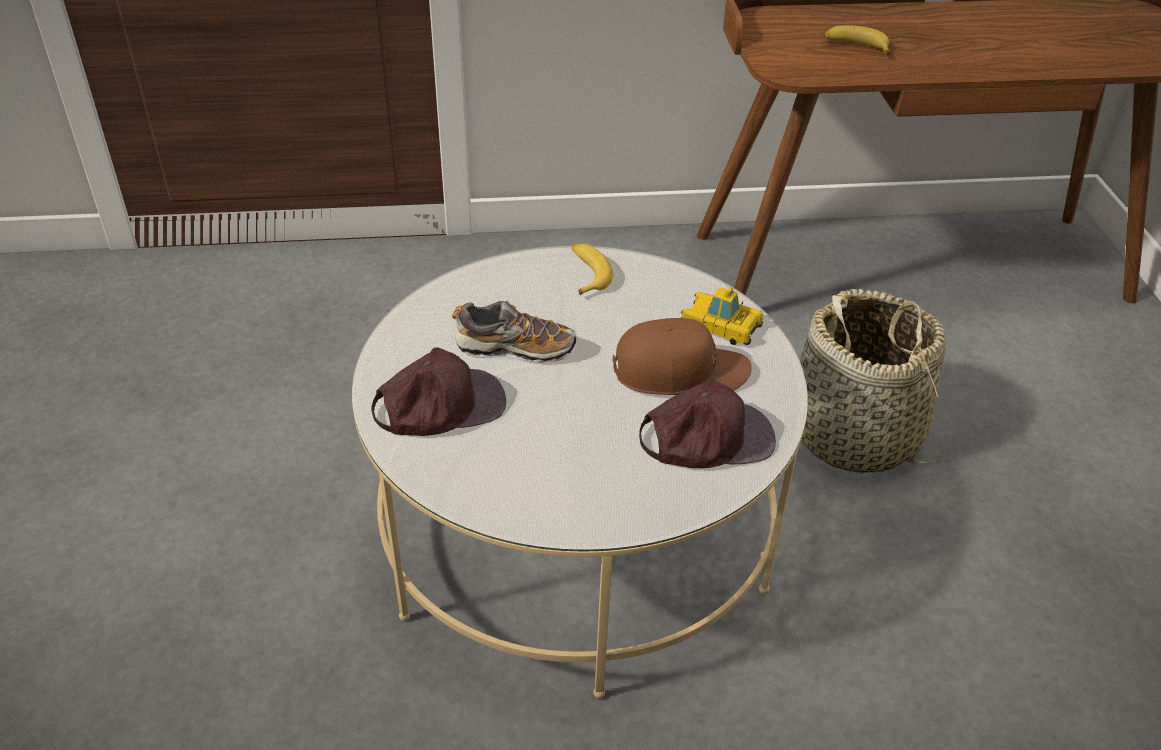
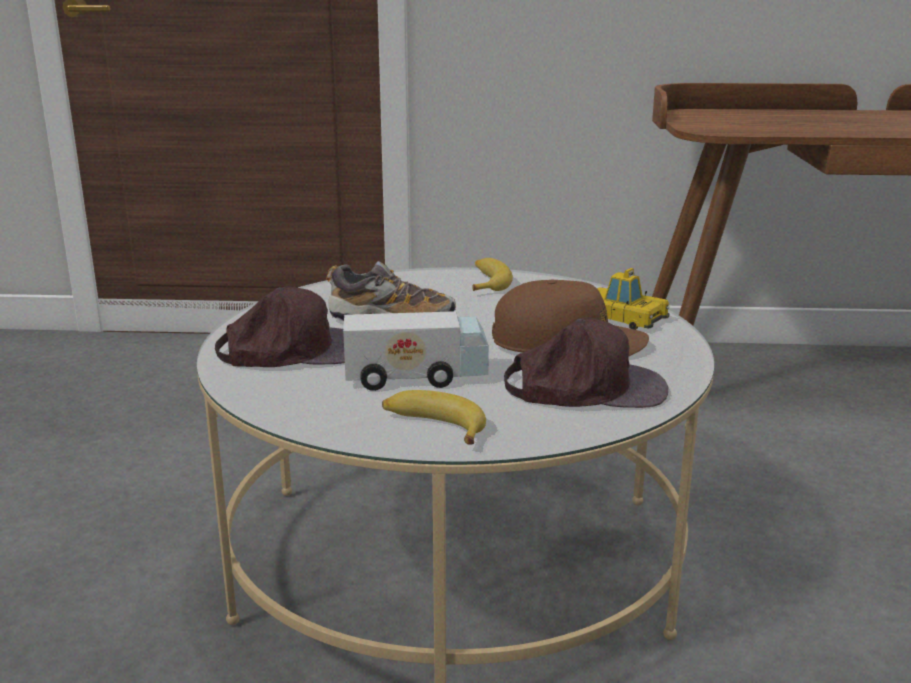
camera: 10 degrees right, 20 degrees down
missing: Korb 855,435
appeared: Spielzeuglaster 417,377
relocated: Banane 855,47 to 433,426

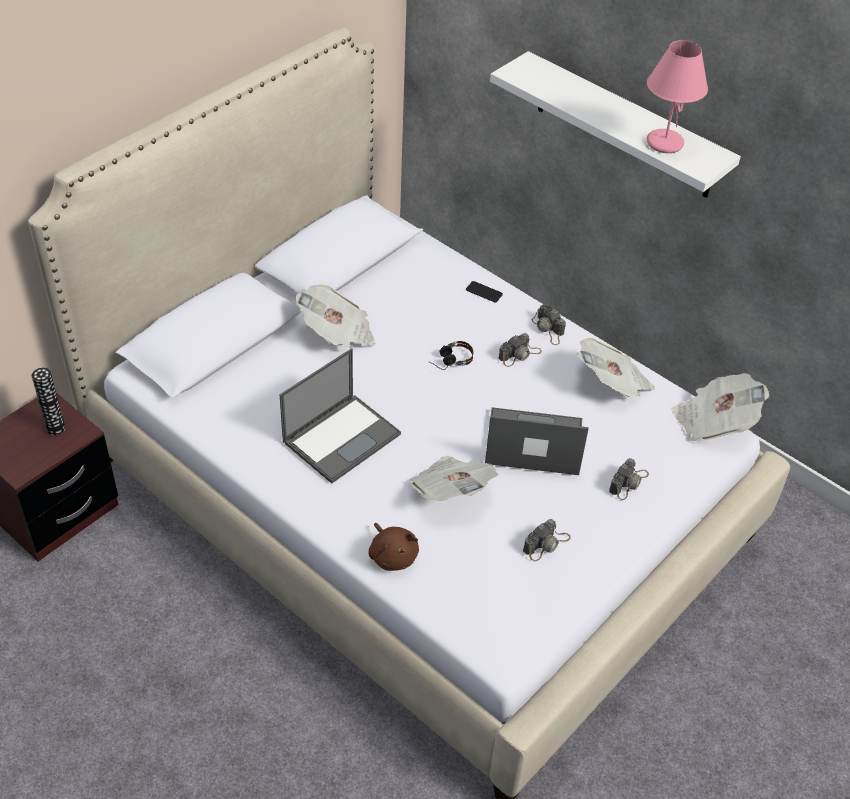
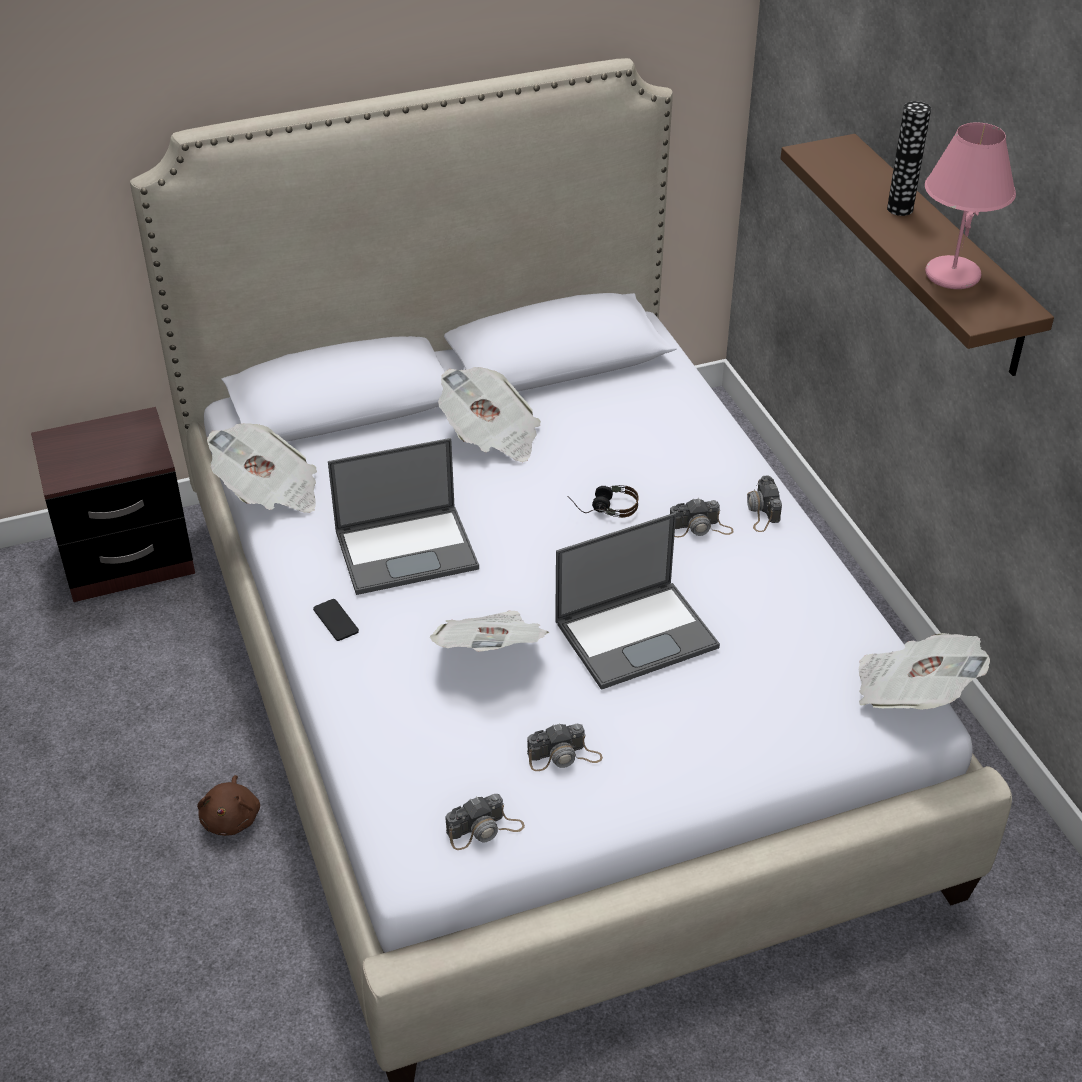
camera: 30 degrees right, 5 degrees down
relocated: Vase 56,428 to 900,209; Plüschtier/braun 392,555 to 232,818; Handy 484,292 to 336,620; Zeitung 613,384 to 269,492; Kamera 628,482 to 485,829
colour: Wandregal/weiß 624,126 to Wandregal/braun 939,255
spun: Laptop 532,442 = 637,633 120 degrees clockwise

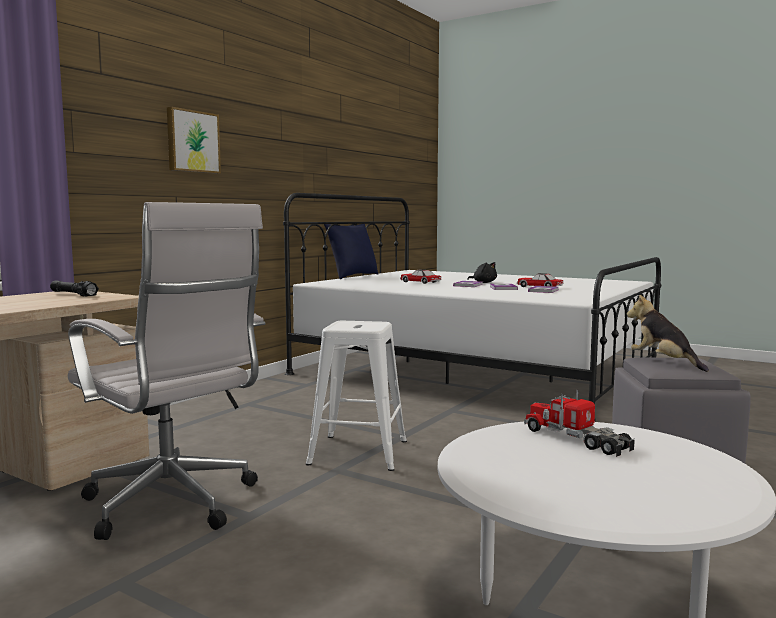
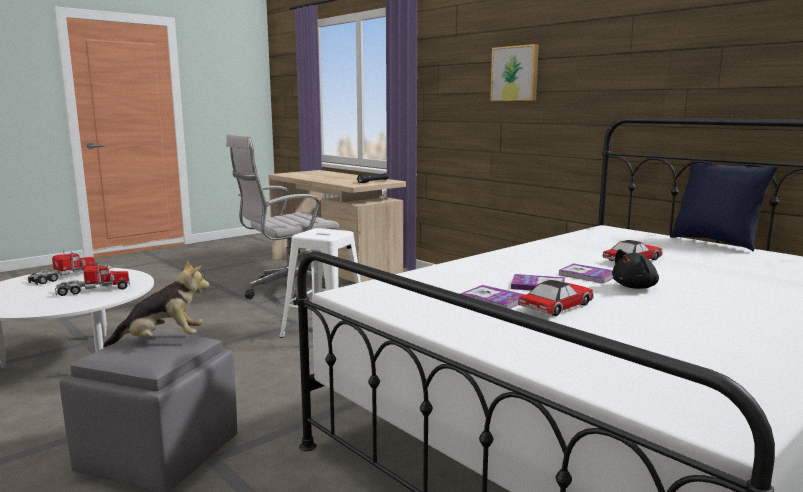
camera: 105 degrees right, 5 degrees up
appeared: Spielzeuglaster 64,277

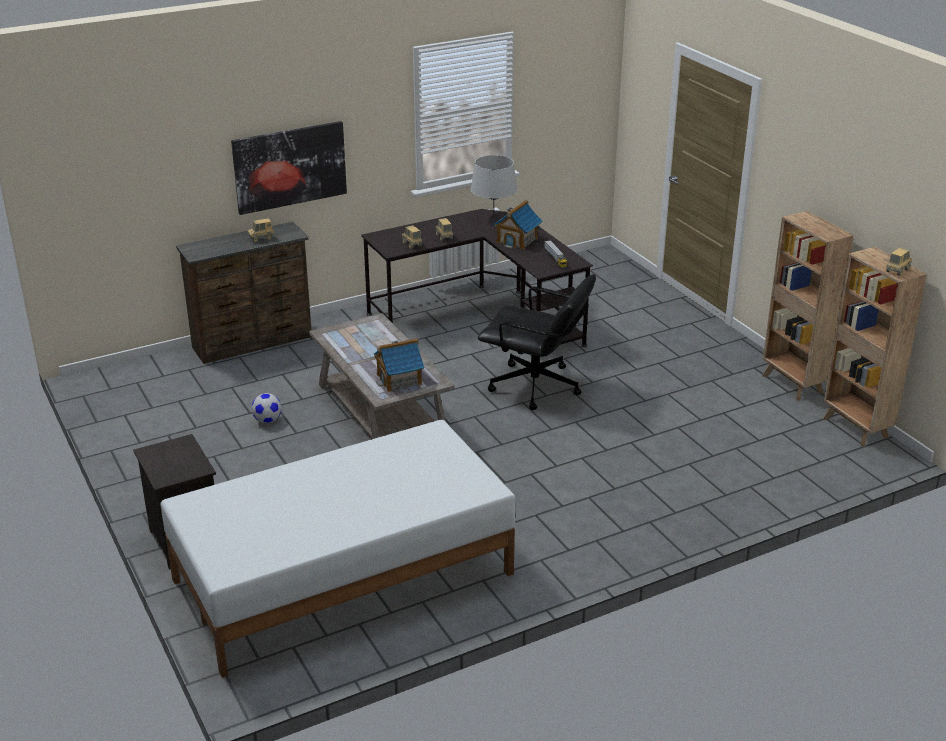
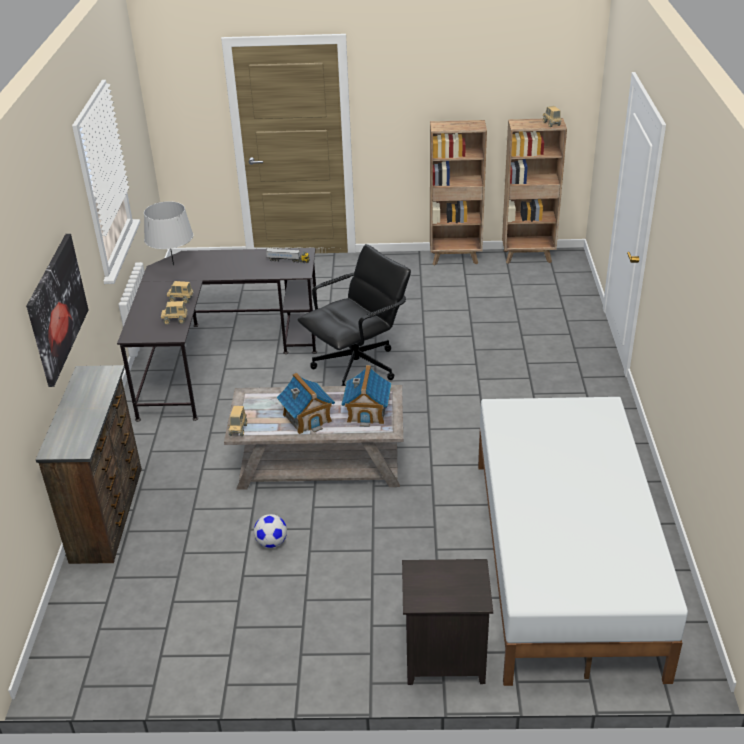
camera: 60 degrees left, 5 degrees up
relocated: Spielzeuglaster 261,239 to 238,429; Spielzeughaus 517,240 to 307,418

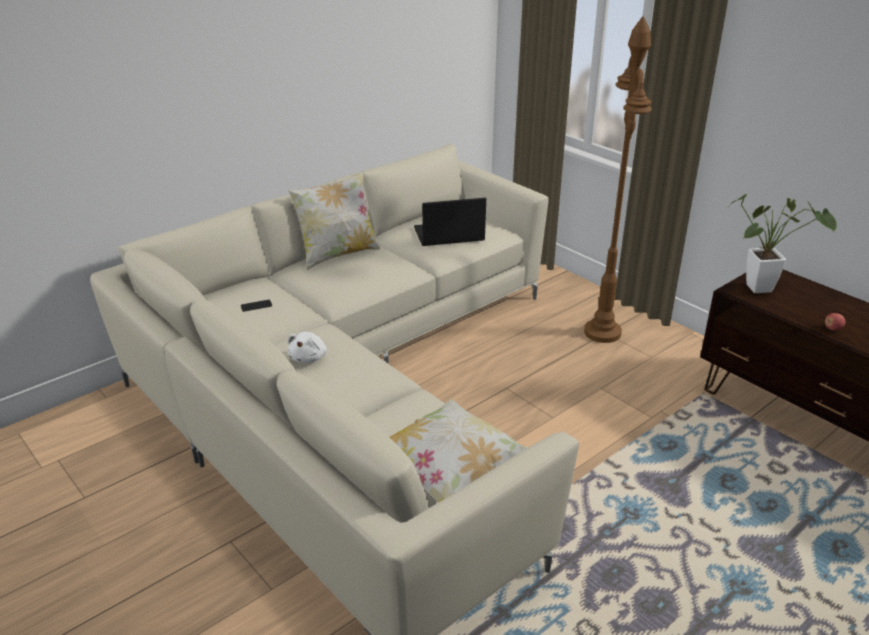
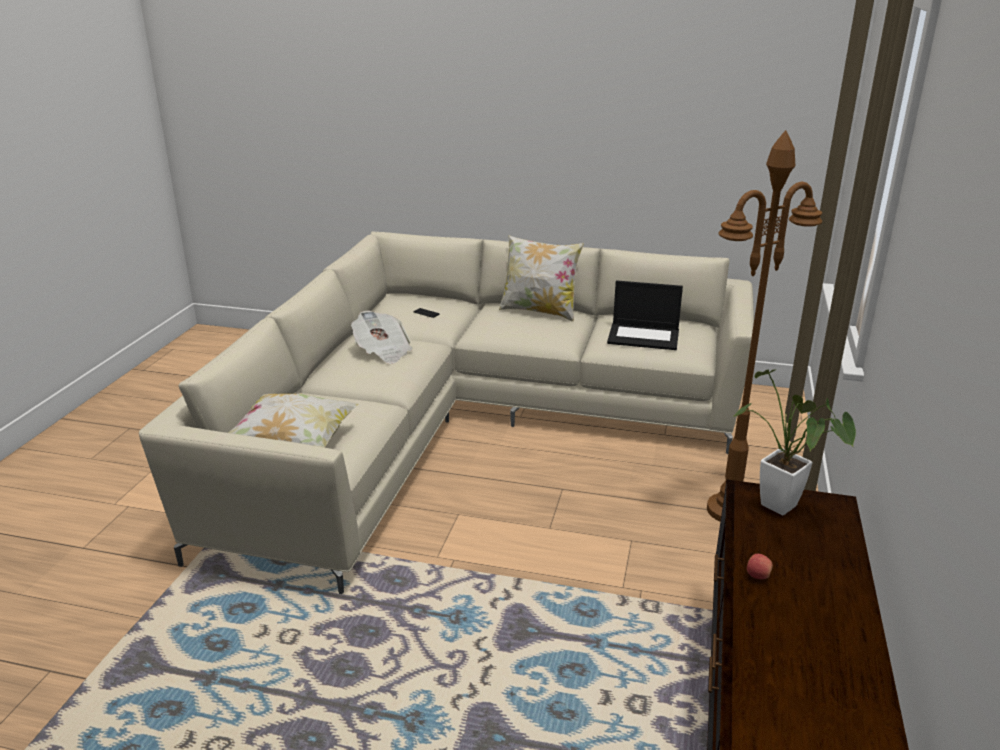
camera: 55 degrees right, 5 degrees down
exchanged: Plüschtier/weiß 309,358 to Zeitung 383,351
spun: Laptop 448,234 = 644,336 150 degrees clockwise

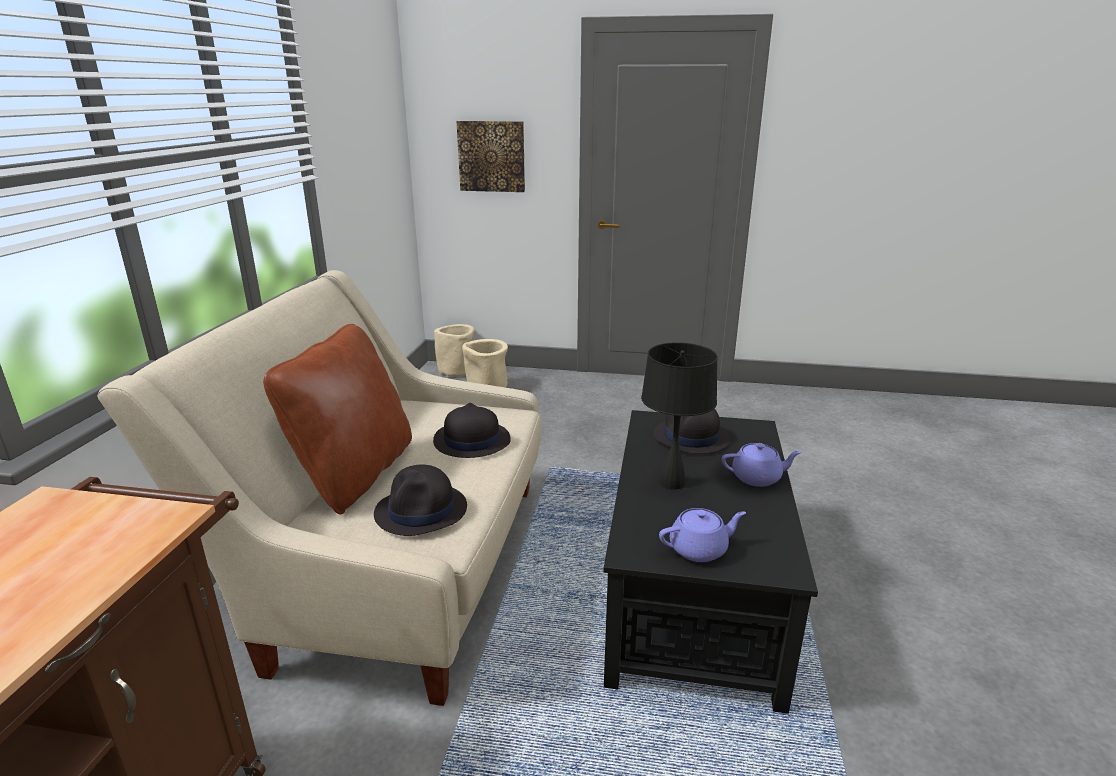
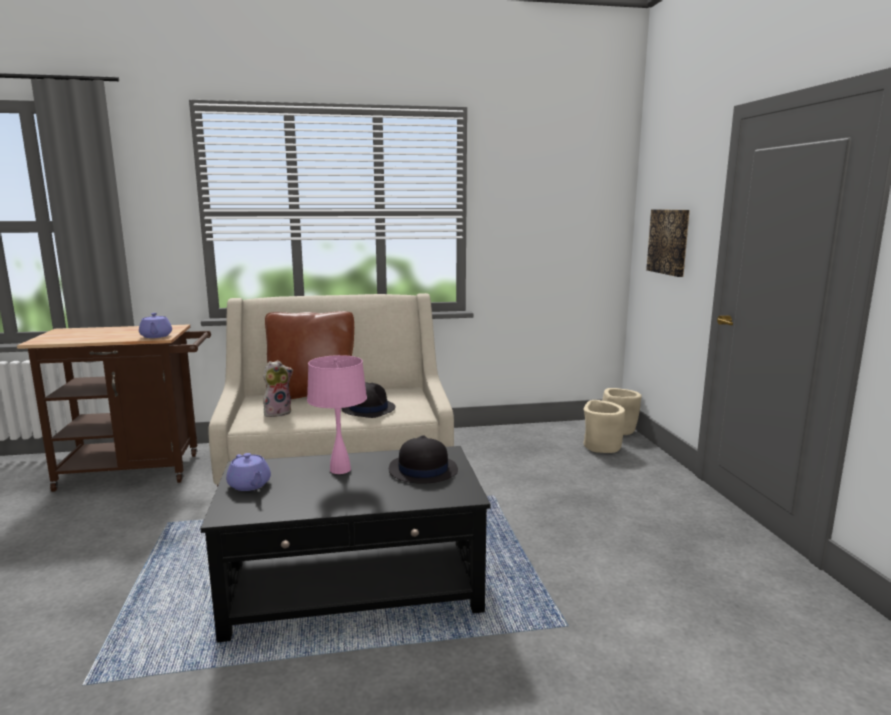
camera: 70 degrees right, 10 degrees down
relocated: Teekanne/lila 757,478 to 156,336
exchanged: Hut/schwarz 421,511 to Plüschtier 278,412
colour: Tischlampe/schwarz 672,482 to Tischlampe/rosa 340,469

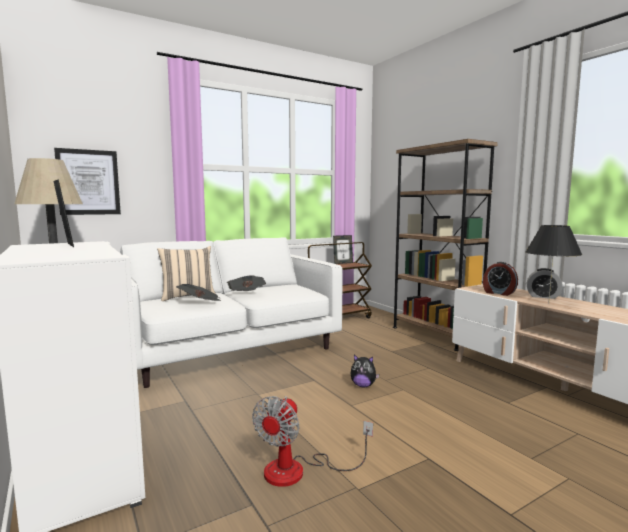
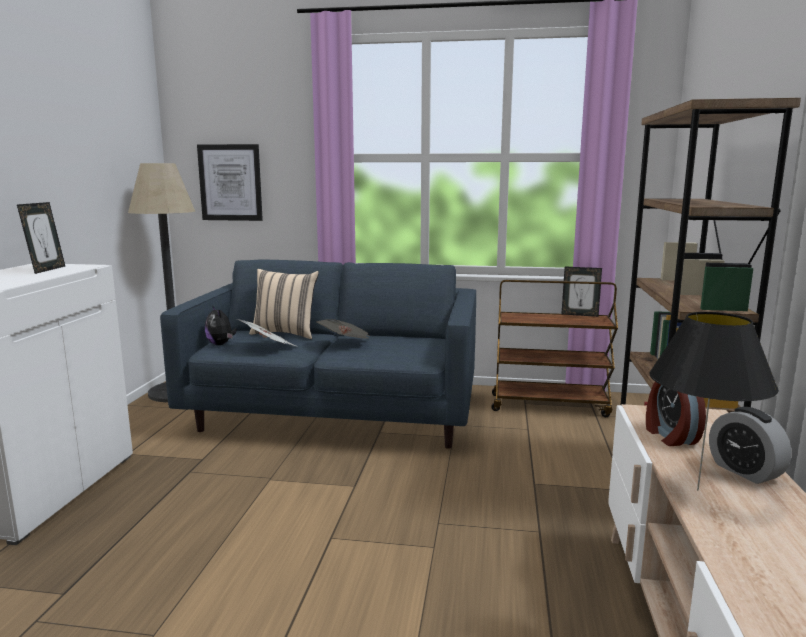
camera: 40 degrees right, 5 degrees up
missing: Ventilator 298,471
relocated: Plüschtier 363,385 to 221,344
colour: Sofa/weiß 227,352 to Sofa/blau 334,414

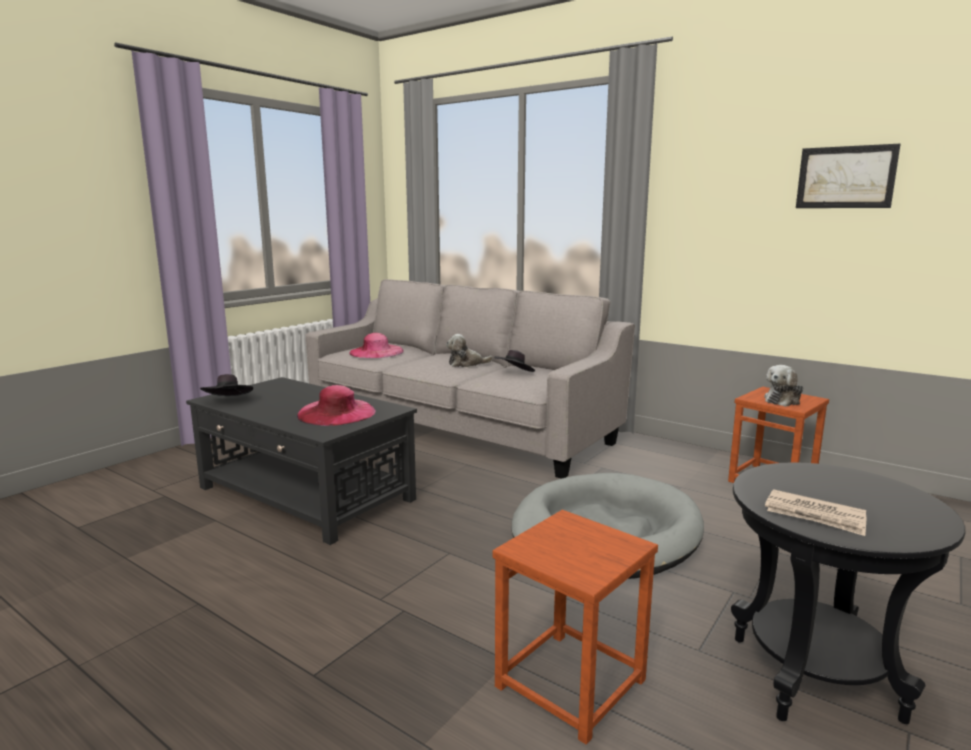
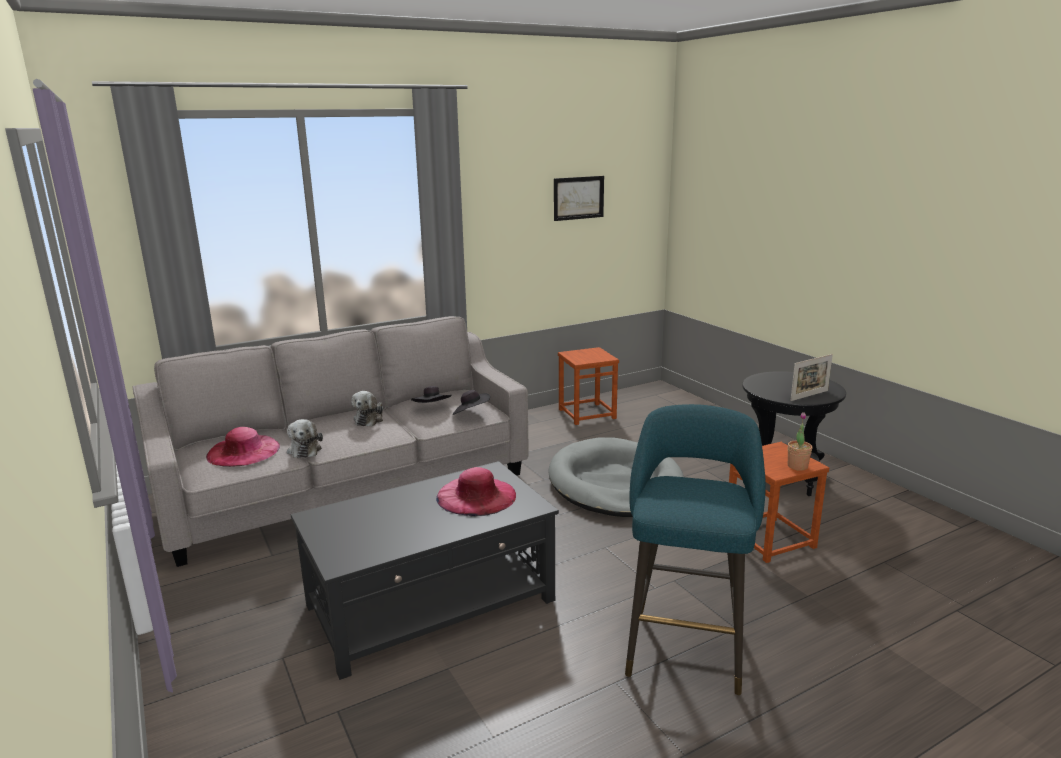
camera: 65 degrees left, 5 degrees up
appeared: Hocker/türkis 685,644; Topfpflanze 797,466
relocated: Hut/schwarz 229,401 to 471,413; Plüschtier 783,400 to 304,449
exchanged: Zeitung 815,516 to Bilderrahmen 809,395

